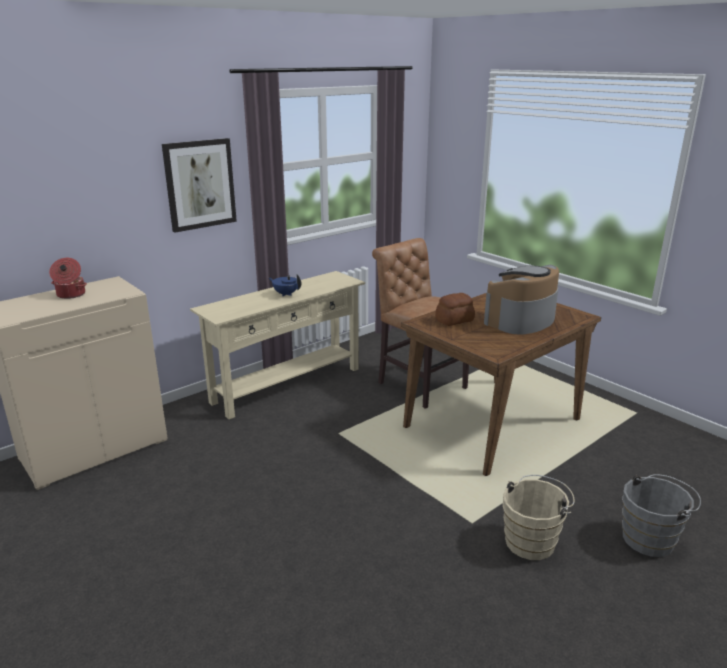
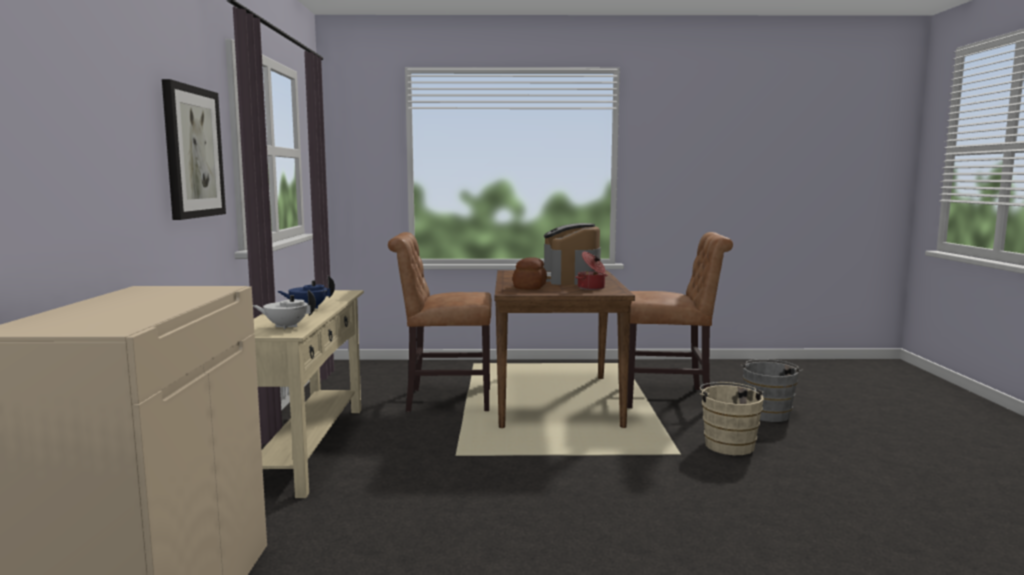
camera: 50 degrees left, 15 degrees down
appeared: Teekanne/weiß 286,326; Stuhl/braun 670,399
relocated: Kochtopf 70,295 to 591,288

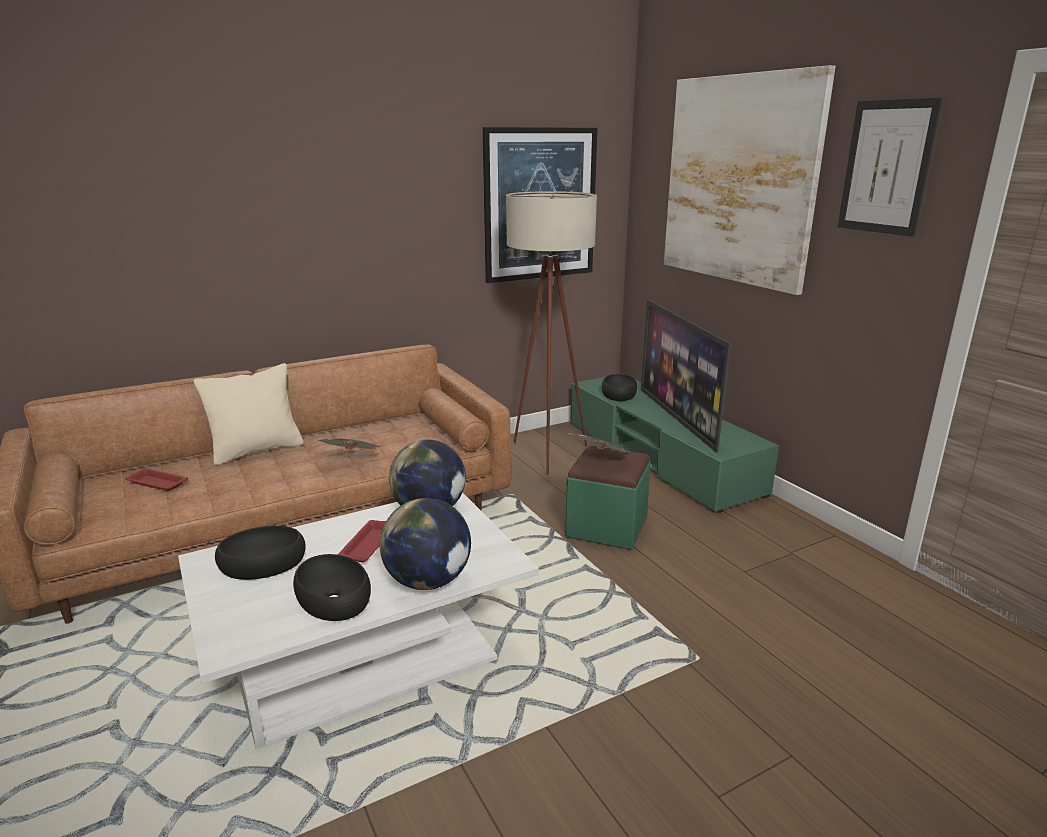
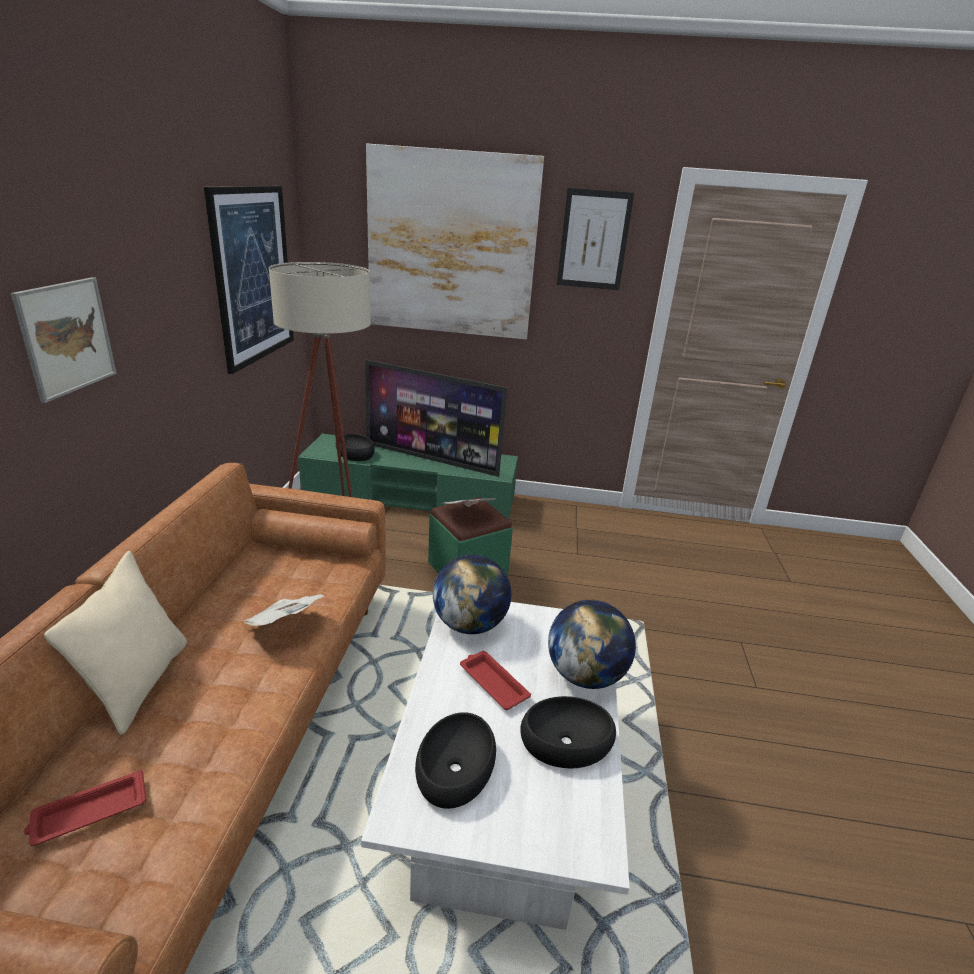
camera: 55 degrees left, 5 degrees up
appeared: Bild 67,337

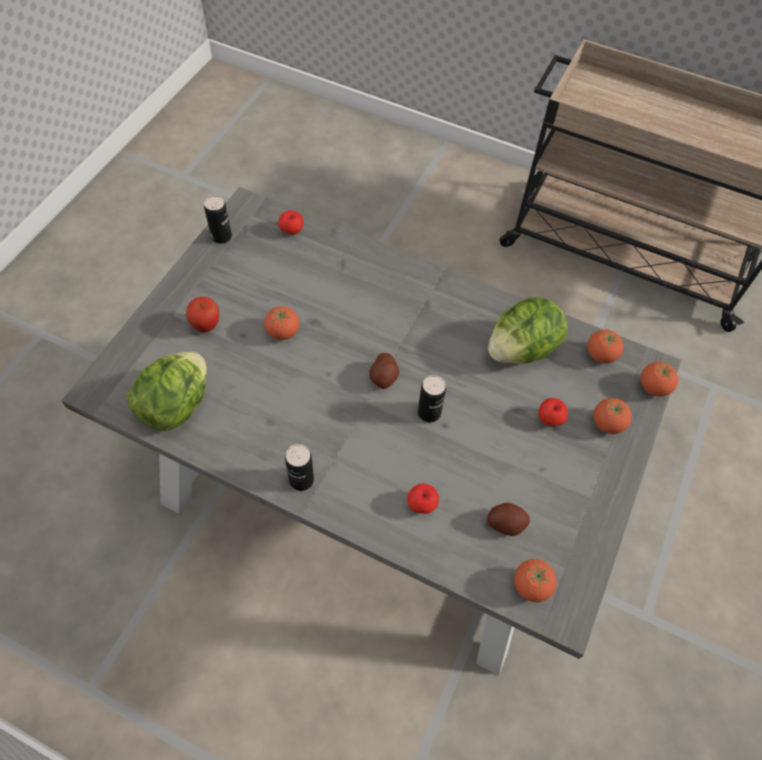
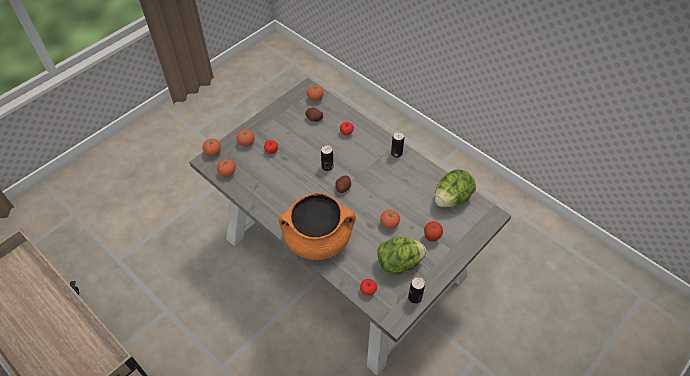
camera: 160 degrees left, 5 degrees down
appeared: Kochtopf/orange 318,239
relocated: Salatkopf 521,349 to 399,263

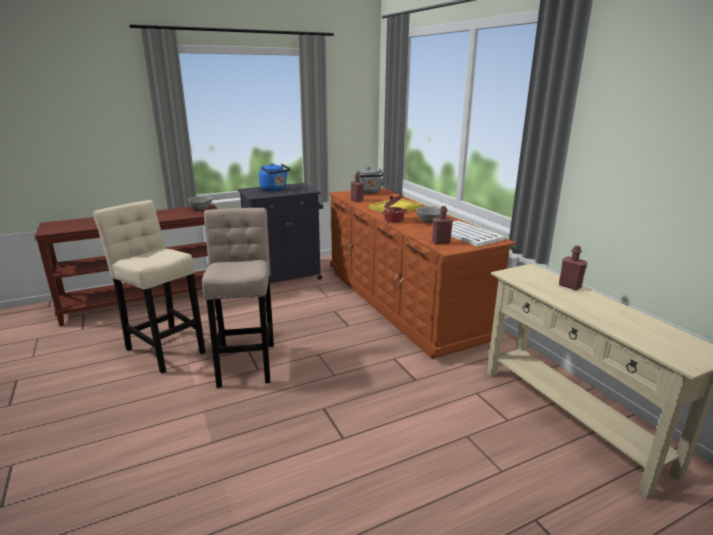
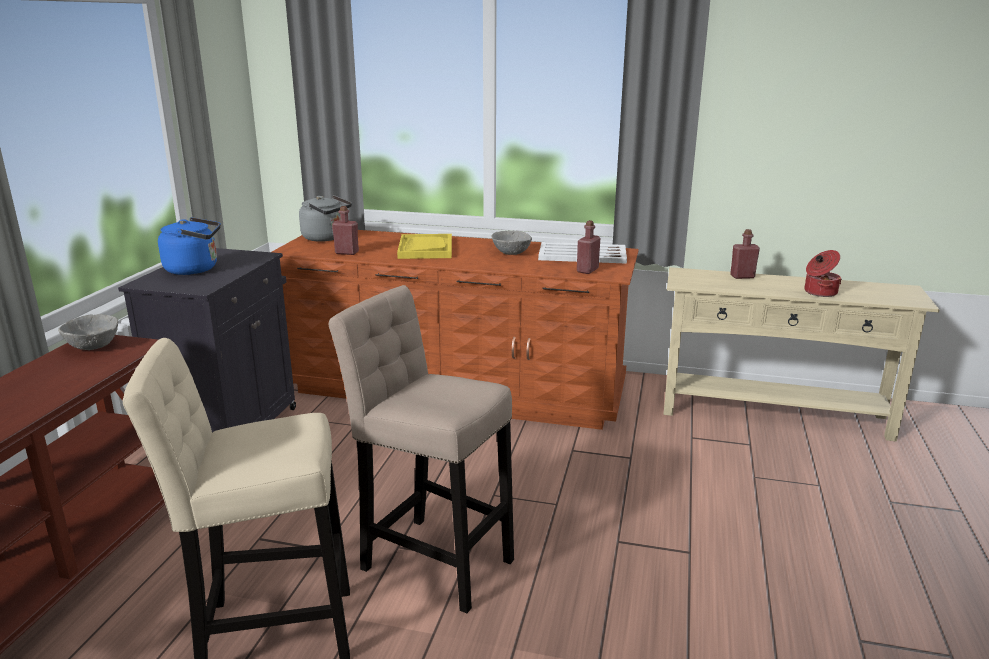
camera: 50 degrees left, 0 degrees up
relocated: Kochtopf 393,220 to 819,292

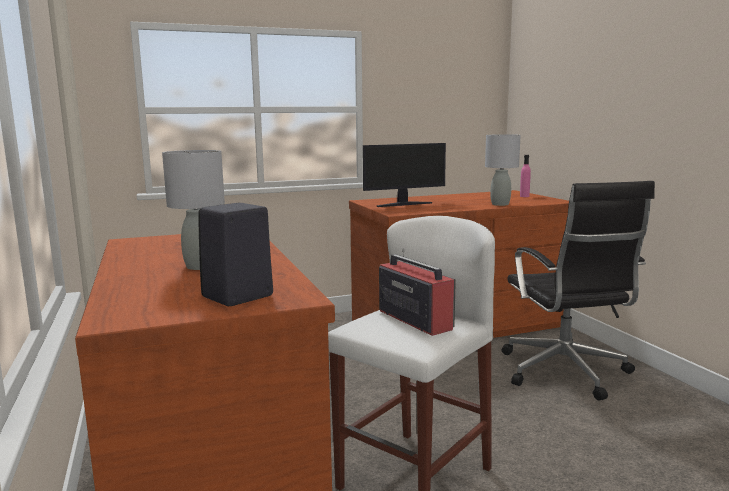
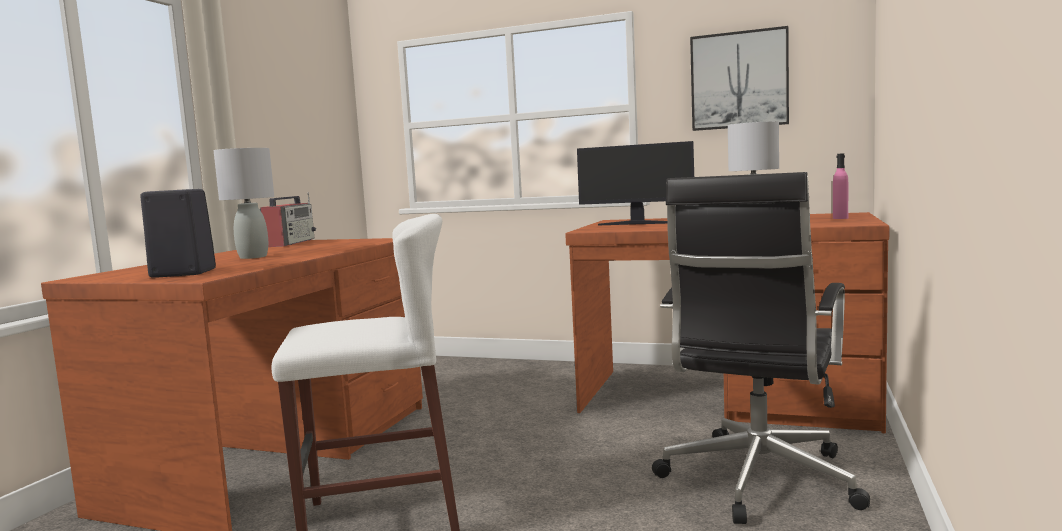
camera: 40 degrees right, 5 degrees down
appeared: Bild 739,80
relocated: Radio 414,319 to 290,243

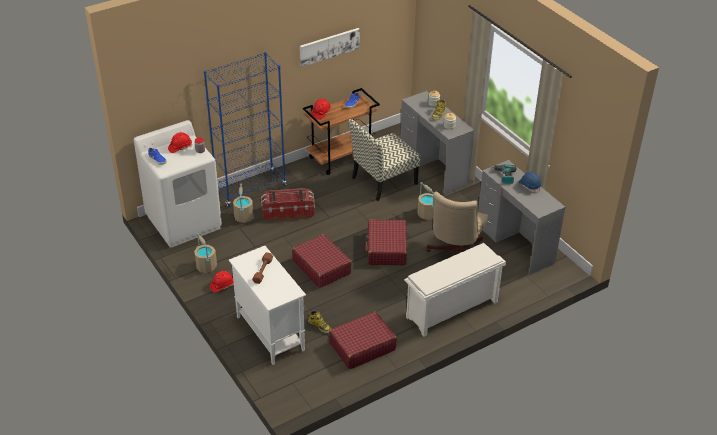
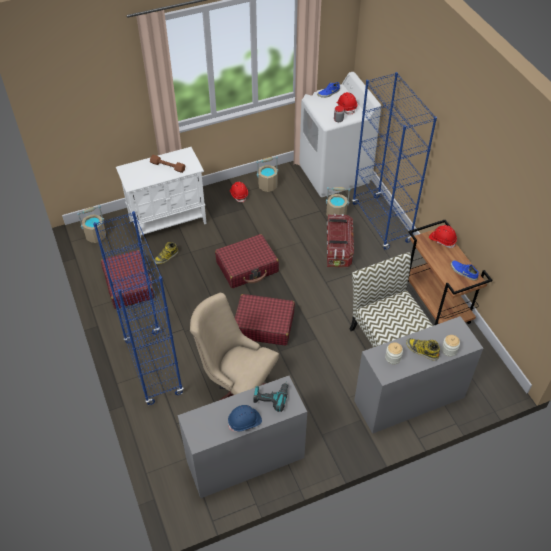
camera: 100 degrees right, 10 degrees up
missing: Bild 329,46
relocated: Eimer/beige 426,214 to 96,235
exchanged: Schuhregal/weiß 451,310 to Bücherregal/blau 153,367

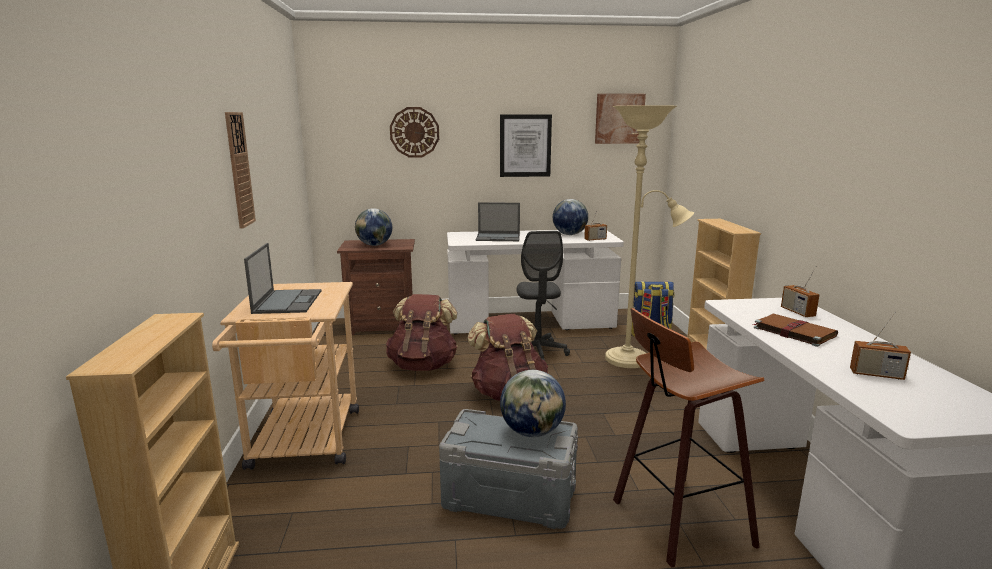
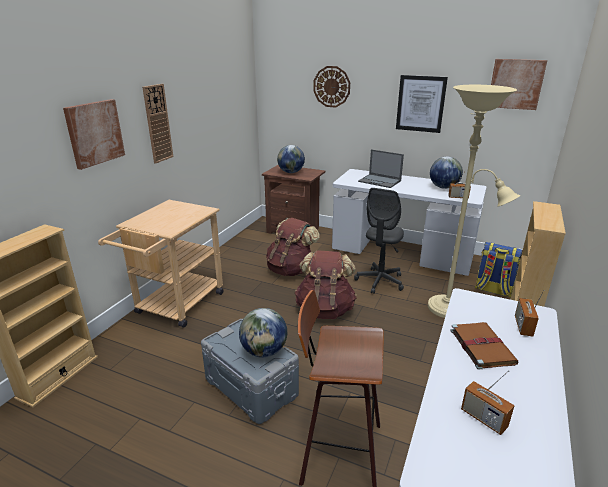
camera: 30 degrees right, 10 degrees up
missing: Laptop 288,301
appeared: Bild 94,133

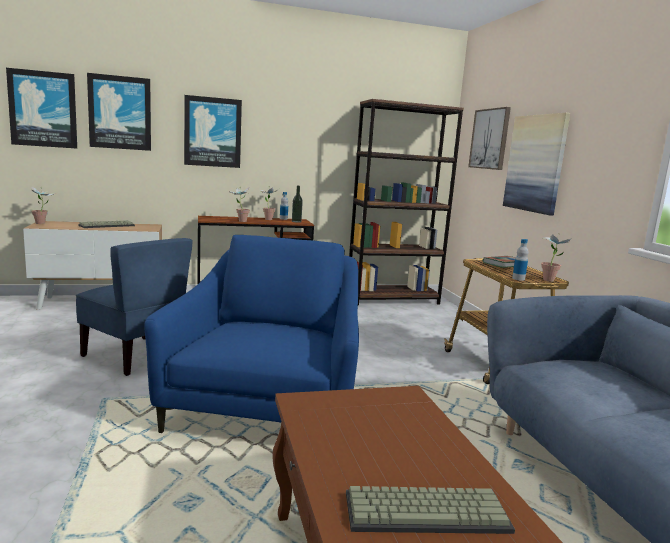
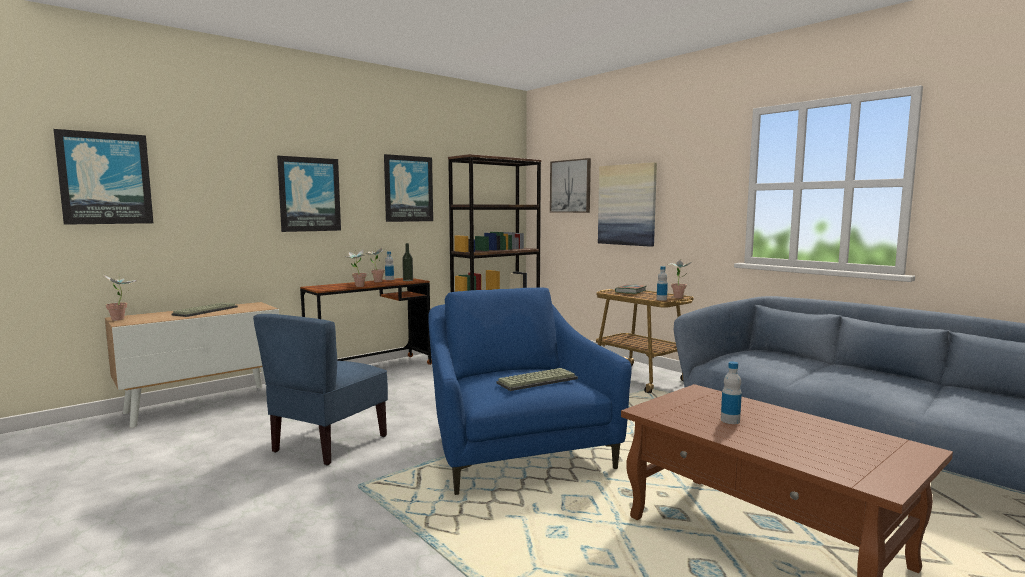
camera: 25 degrees left, 5 degrees down
appeared: Flasche 730,420
relocated: Bild 120,113 to 408,189; Tastatur 427,511 to 537,380
spun: Stuhl/blau 134,356 = 329,444 105 degrees clockwise

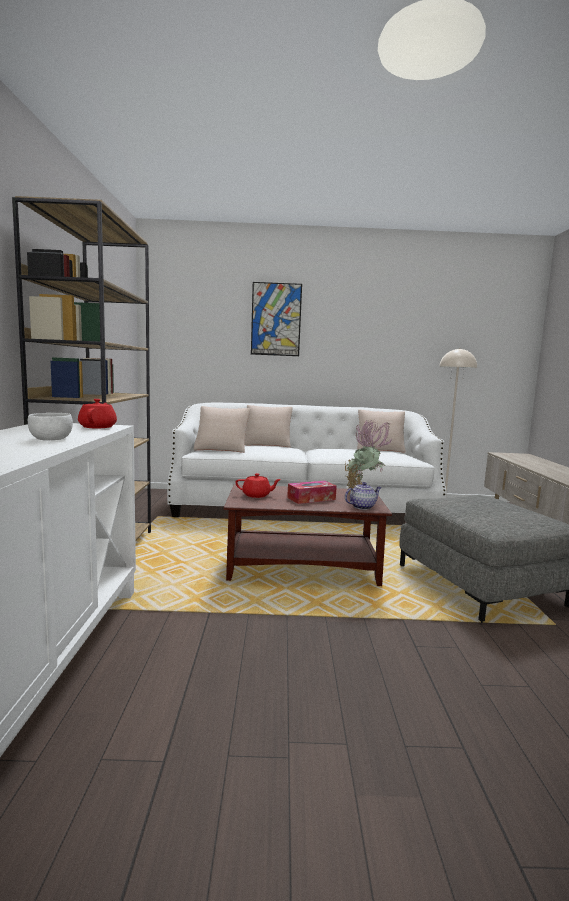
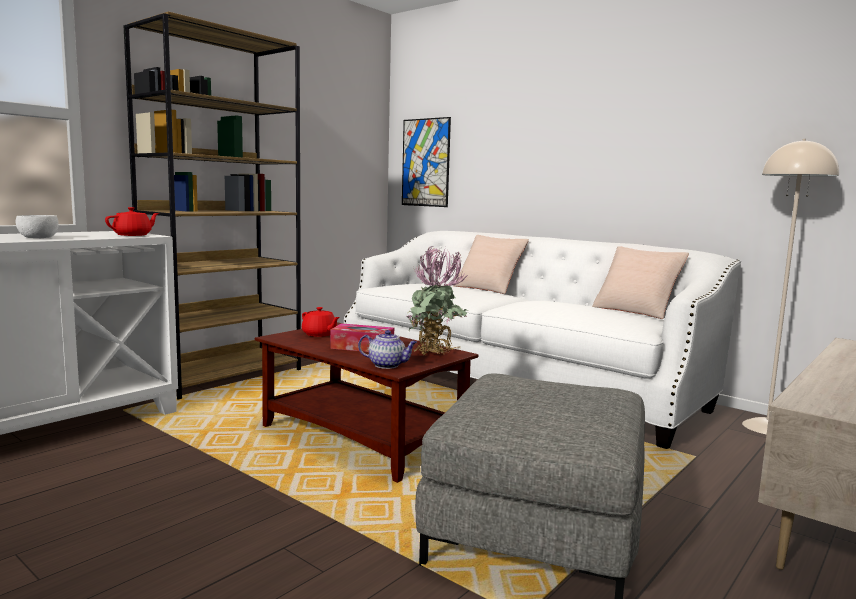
camera: 40 degrees right, 0 degrees up
missing: Kissen/beige 222,449
relocated: Bild 276,319 to 425,162

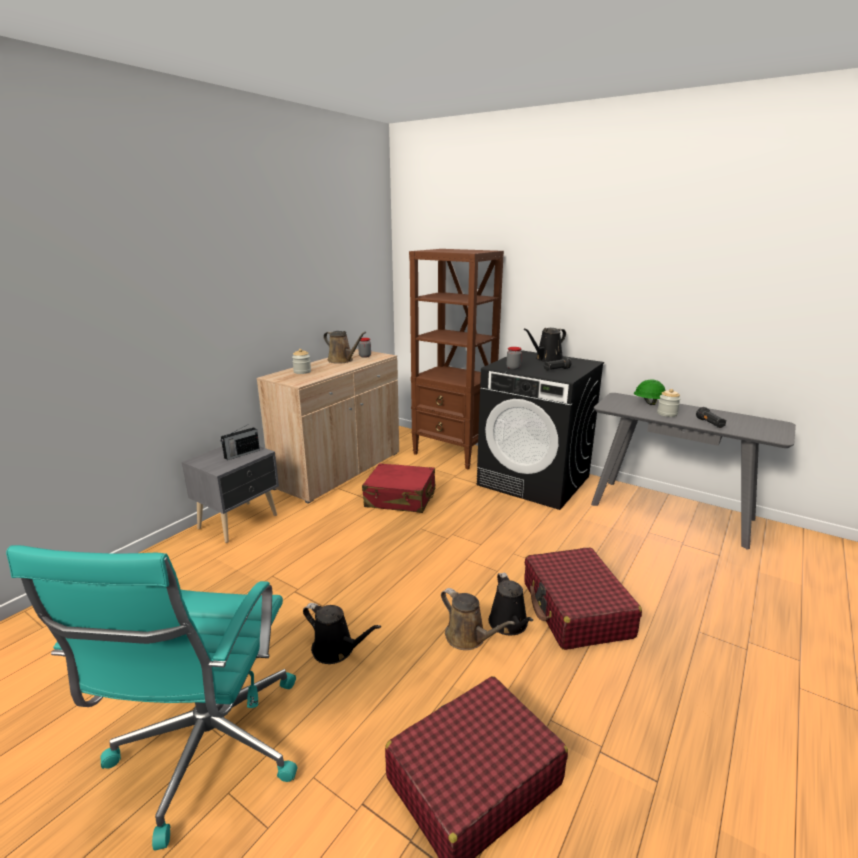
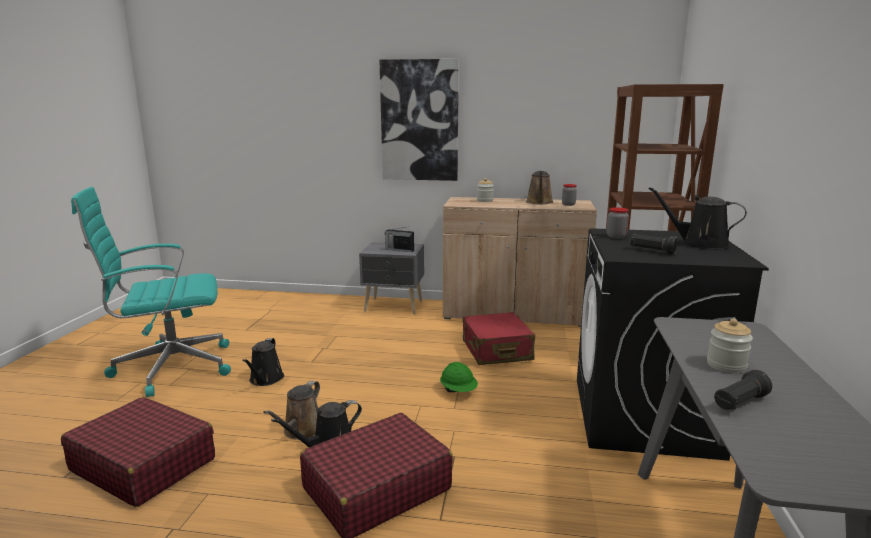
camera: 65 degrees right, 5 degrees down
appeared: Bild 419,121
relocated: Schutzhelm/grün 651,403 to 458,391

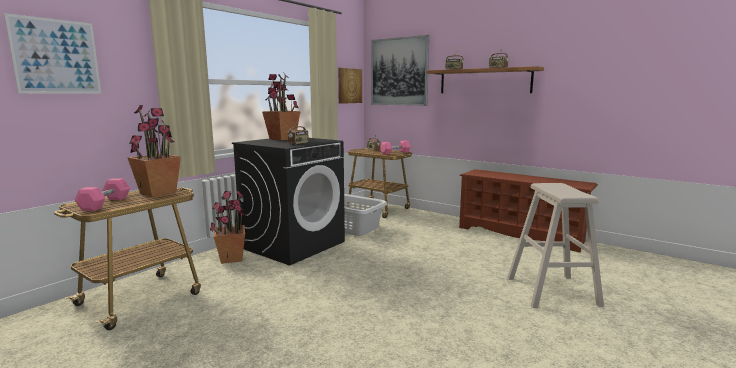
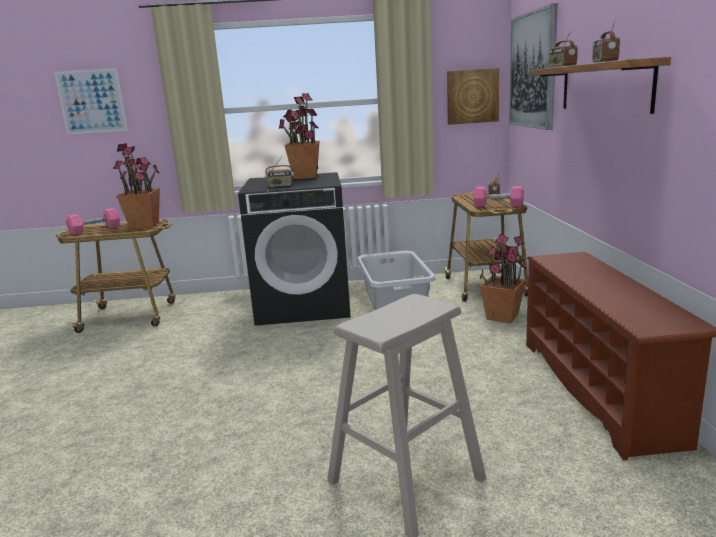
camera: 50 degrees right, 5 degrees up
relocated: Topfpflanze 231,258 to 502,317

